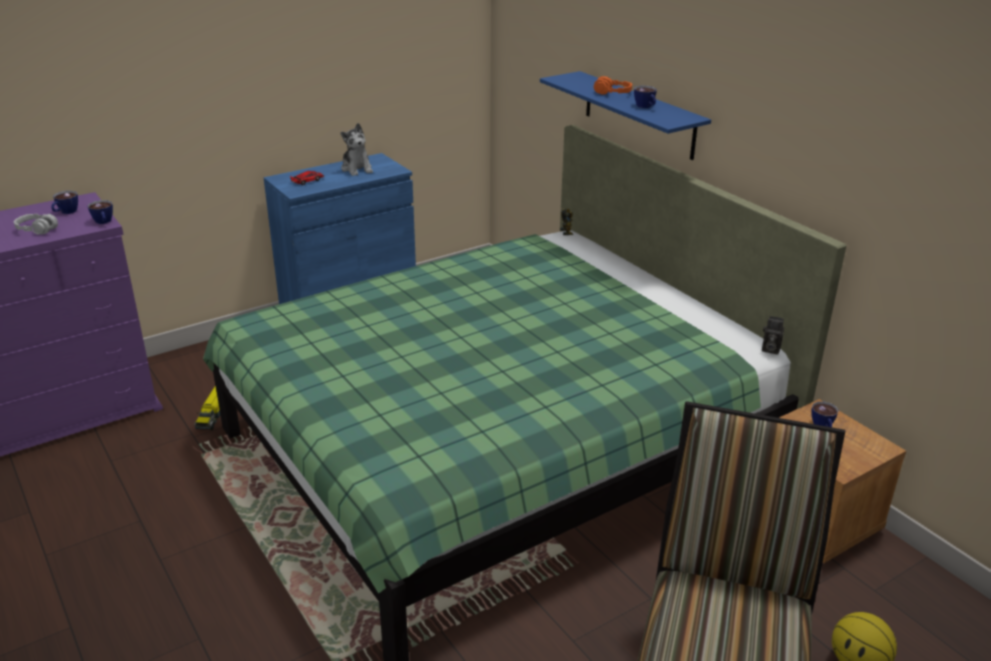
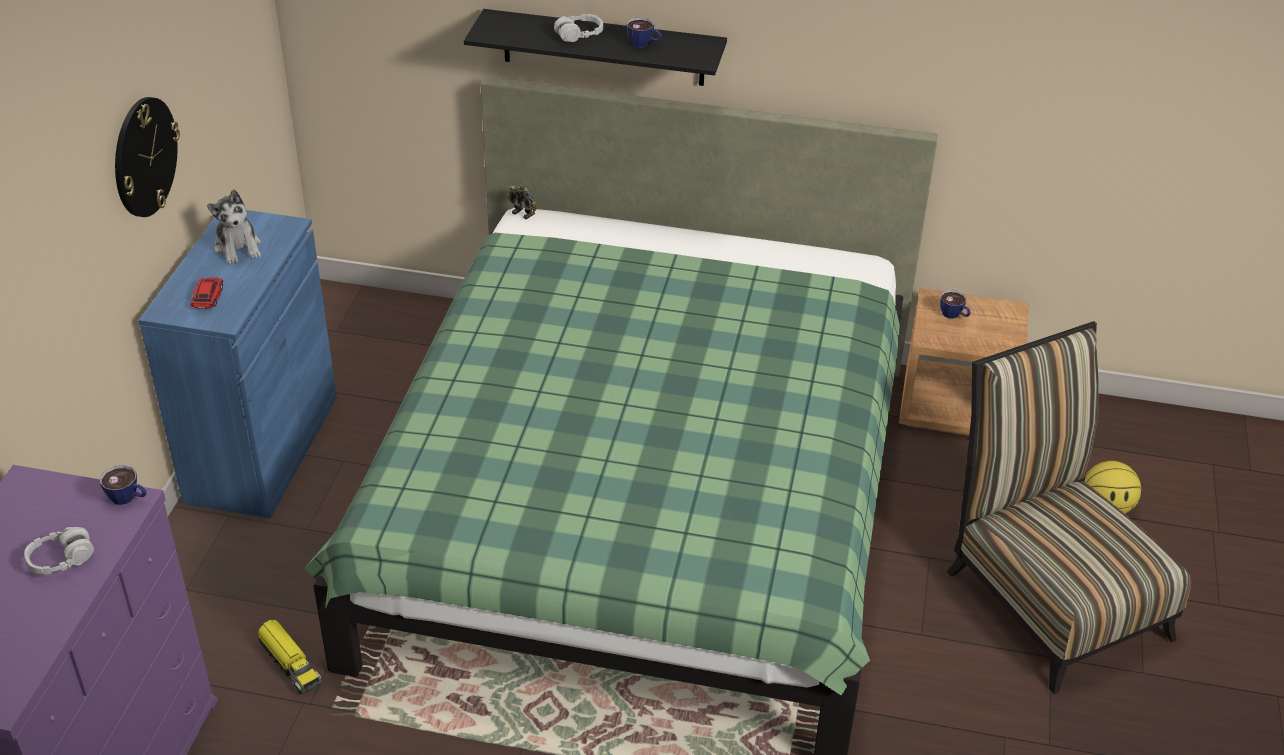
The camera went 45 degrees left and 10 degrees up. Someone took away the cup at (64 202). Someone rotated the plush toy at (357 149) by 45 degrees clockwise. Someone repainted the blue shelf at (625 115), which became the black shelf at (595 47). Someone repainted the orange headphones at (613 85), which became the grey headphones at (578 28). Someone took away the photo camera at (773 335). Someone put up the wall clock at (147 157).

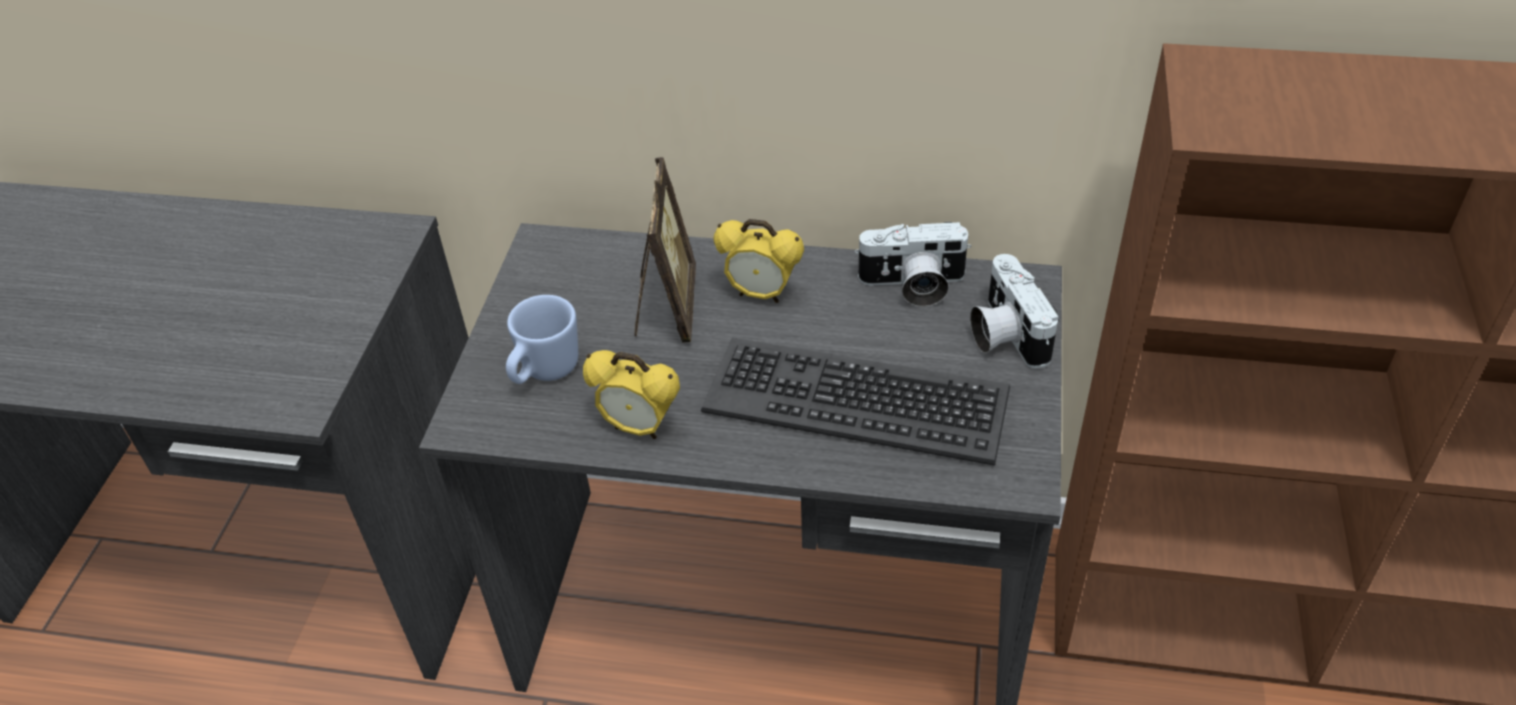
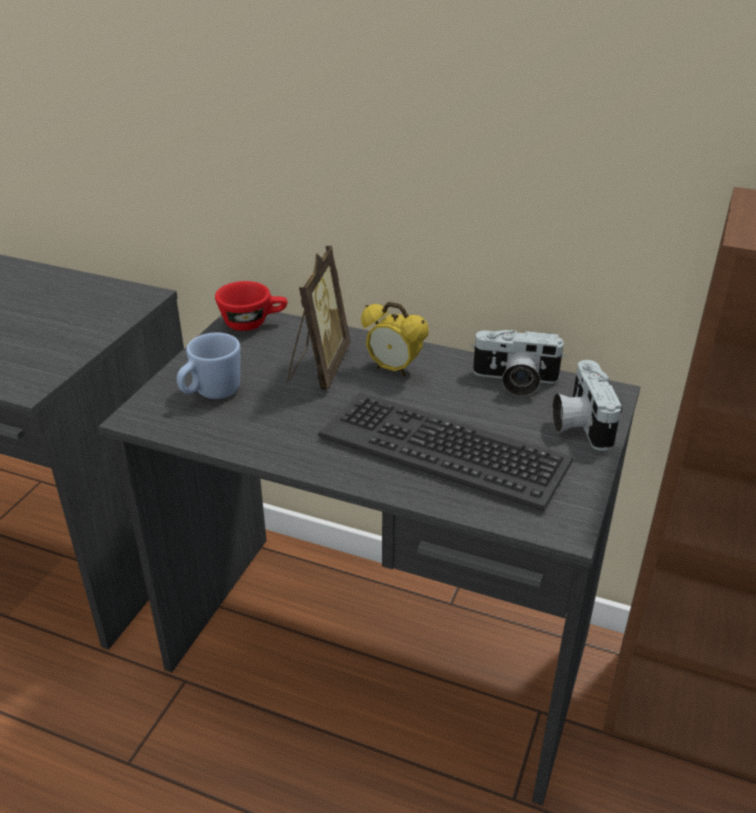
The camera went 10 degrees right and 10 degrees down. Someone took away the alarm clock at (631 394). Someone put down the red cup at (251 306).

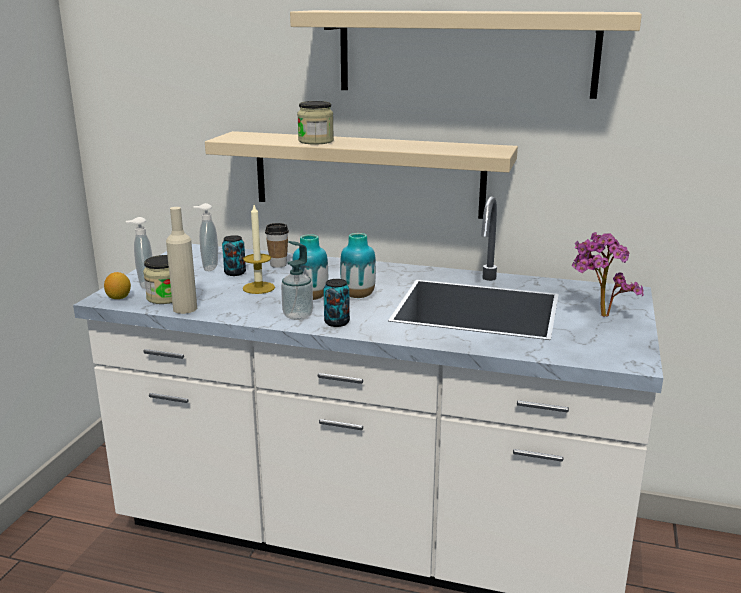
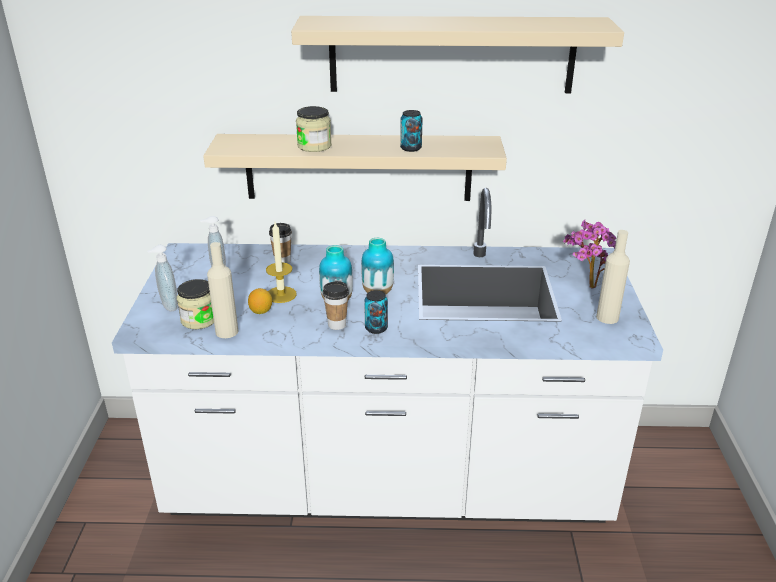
The camera went 15 degrees left and 10 degrees up. Someone carried the lemon from (117 285) to (260 301). Someone carried the can from (234 255) to (411 131). Someone swapped the soap dispenser at (297 280) for the cup at (336 305). Someone put down the beige bottle at (613 277).

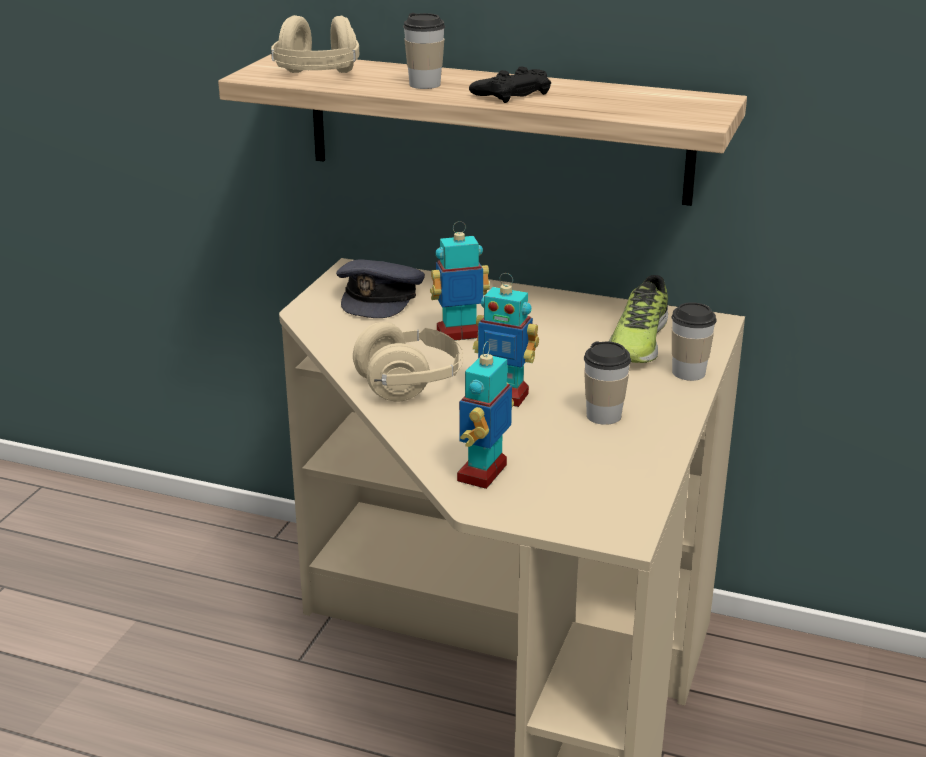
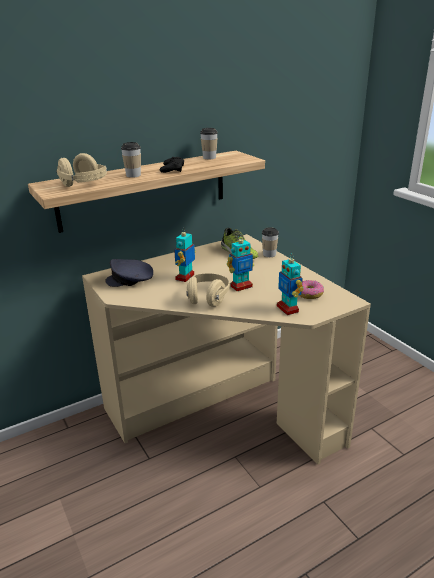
The camera went 50 degrees left and 0 degrees up. Someone rotated the grey cap at (380 288) by 120 degrees clockwise. Someone carried the cup from (607 383) to (209 143). Someone put down the donut at (311 289).

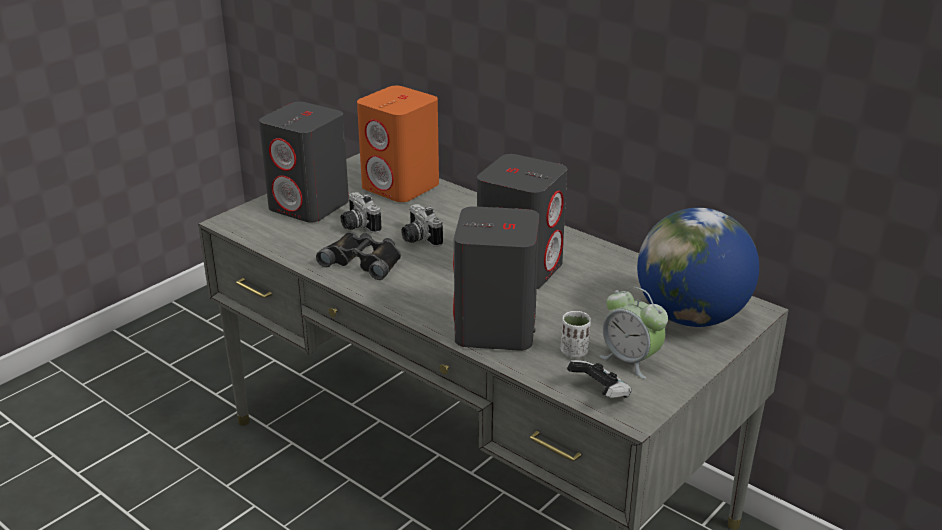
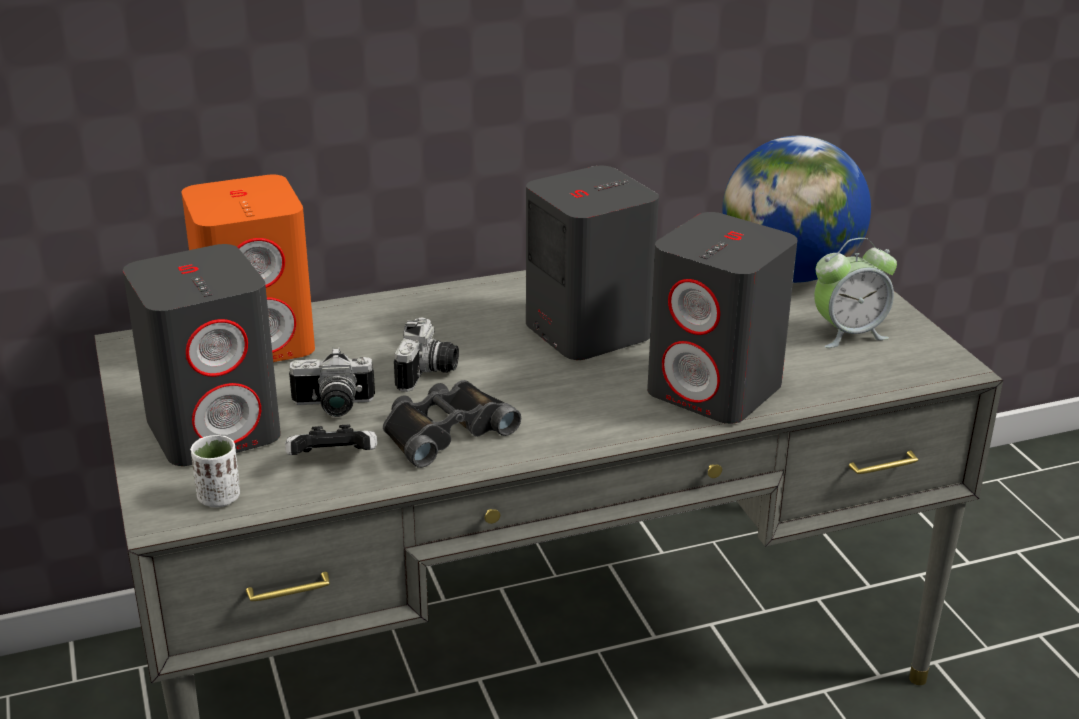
The camera went 60 degrees left and 0 degrees up. Someone rotated the photo camera at (422 225) by 75 degrees counterclockwise. Someone carried the white cup from (576 334) to (215 471). Someone carried the game controller from (599 379) to (331 440).

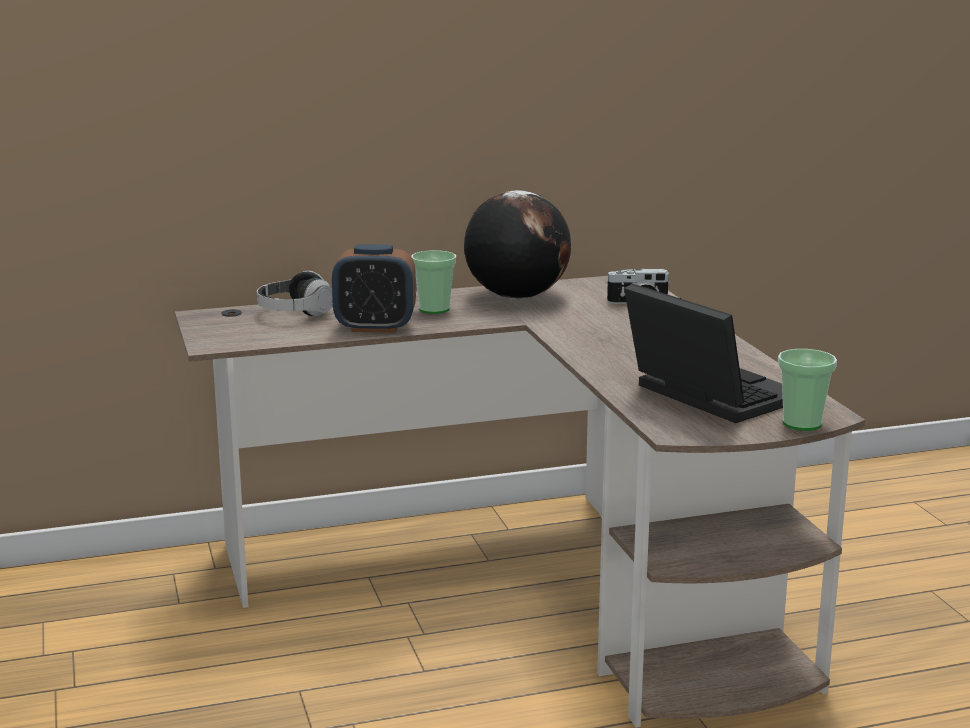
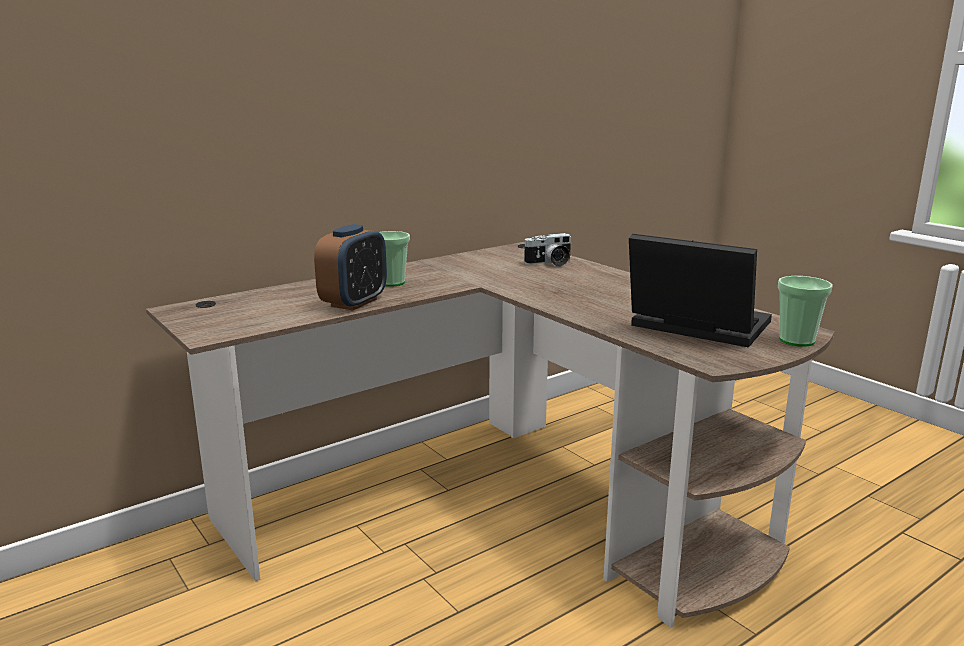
The camera went 20 degrees left and 0 degrees up. Someone took away the headphones at (295 293). Someone rotated the alarm clock at (374 288) by 45 degrees counterclockwise. Someone took away the globe at (517 244).

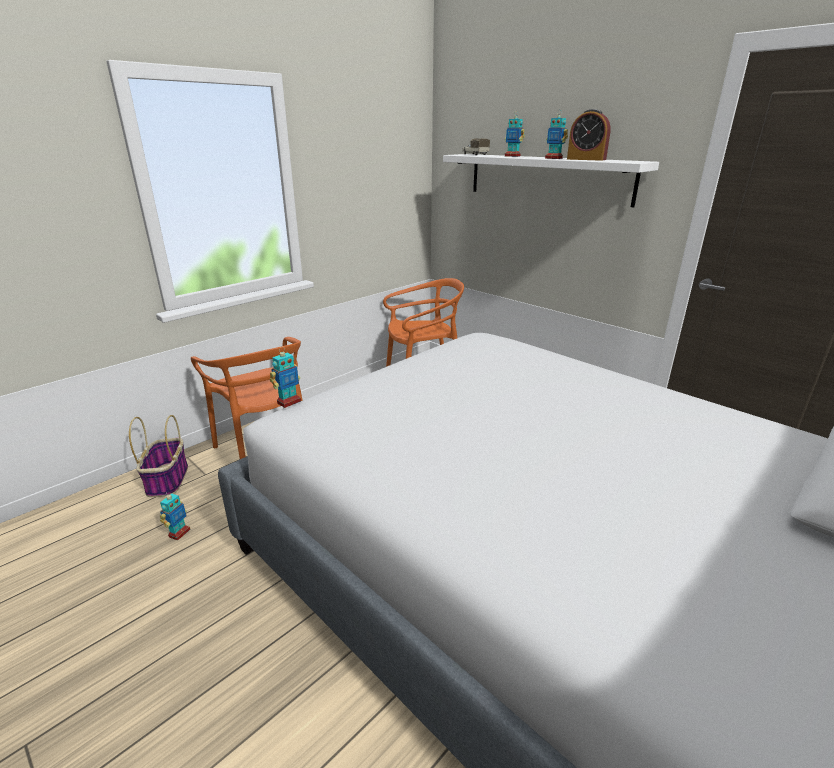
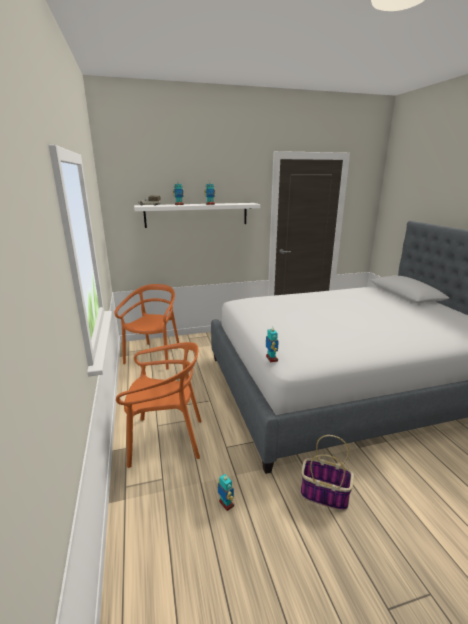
The camera went 60 degrees left and 5 degrees down. Someone carried the basket from (158 456) to (327 473). Someone took away the alarm clock at (589 135).

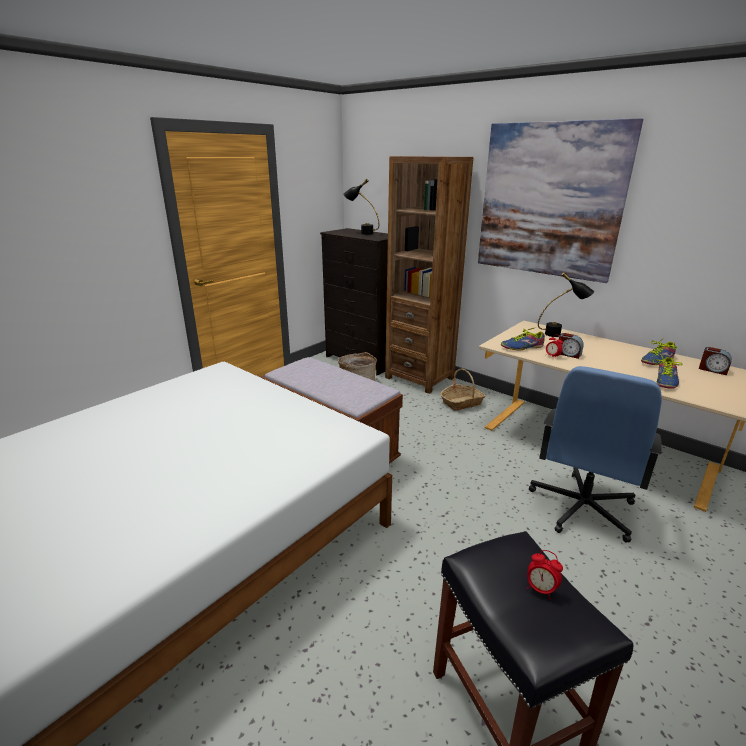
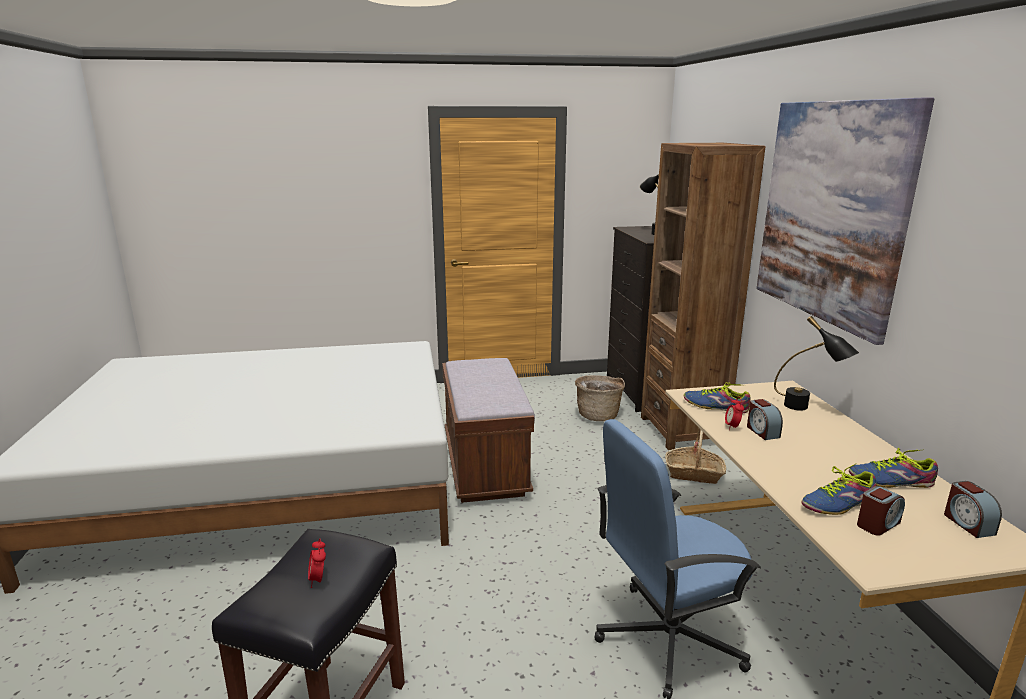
The camera went 40 degrees right and 5 degrees down. Someone put down the alarm clock at (881 511).

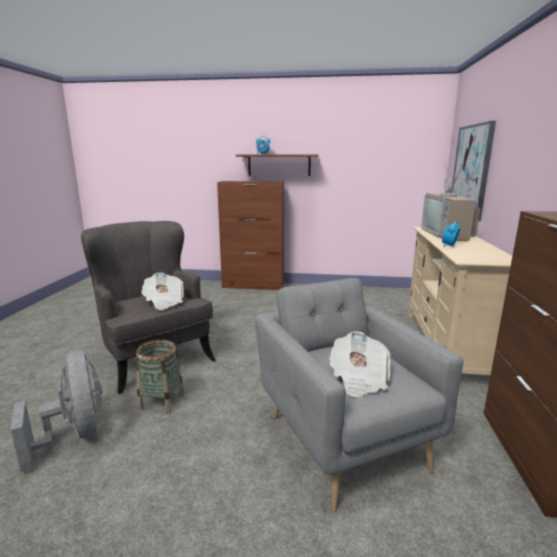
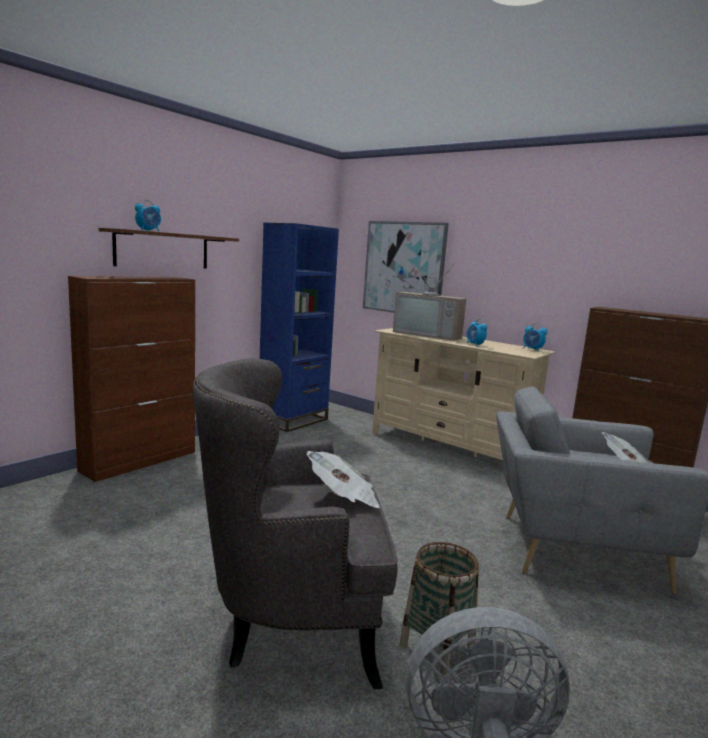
The camera went 60 degrees left and 5 degrees down. Someone put down the blue bookcase at (299 327). Someone put down the alarm clock at (535 337).

